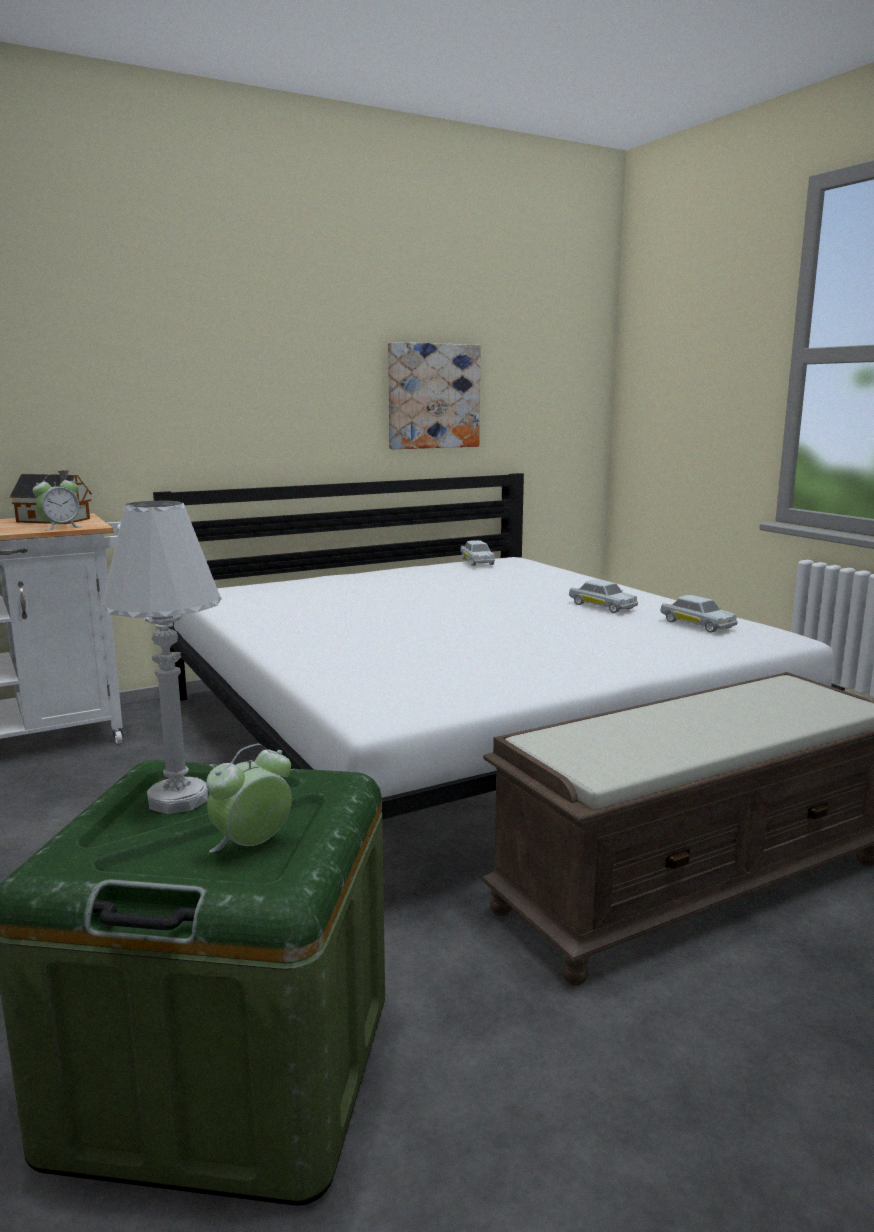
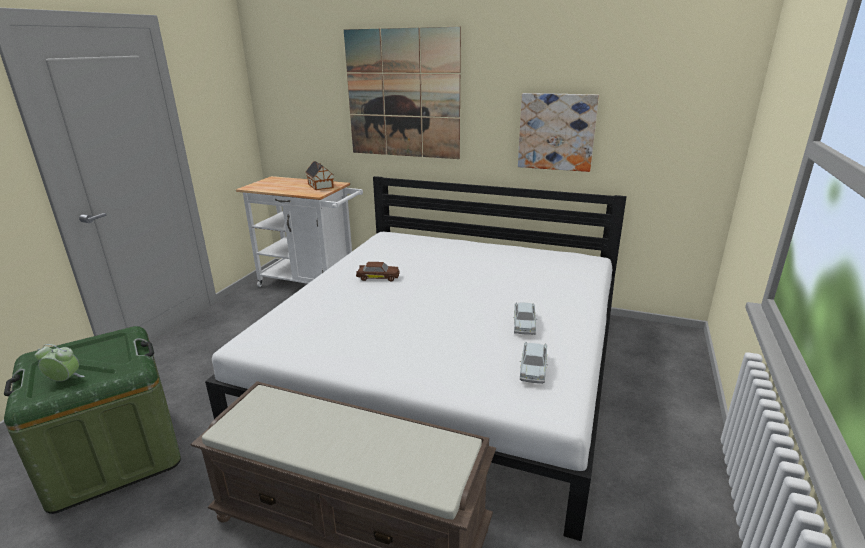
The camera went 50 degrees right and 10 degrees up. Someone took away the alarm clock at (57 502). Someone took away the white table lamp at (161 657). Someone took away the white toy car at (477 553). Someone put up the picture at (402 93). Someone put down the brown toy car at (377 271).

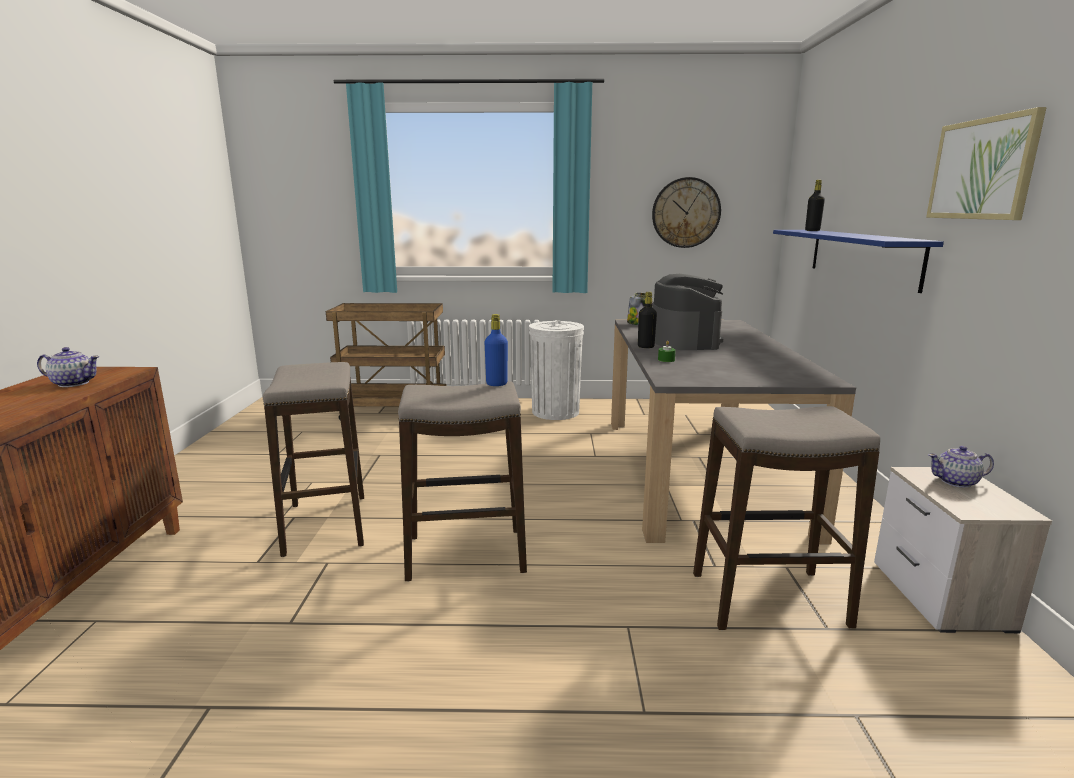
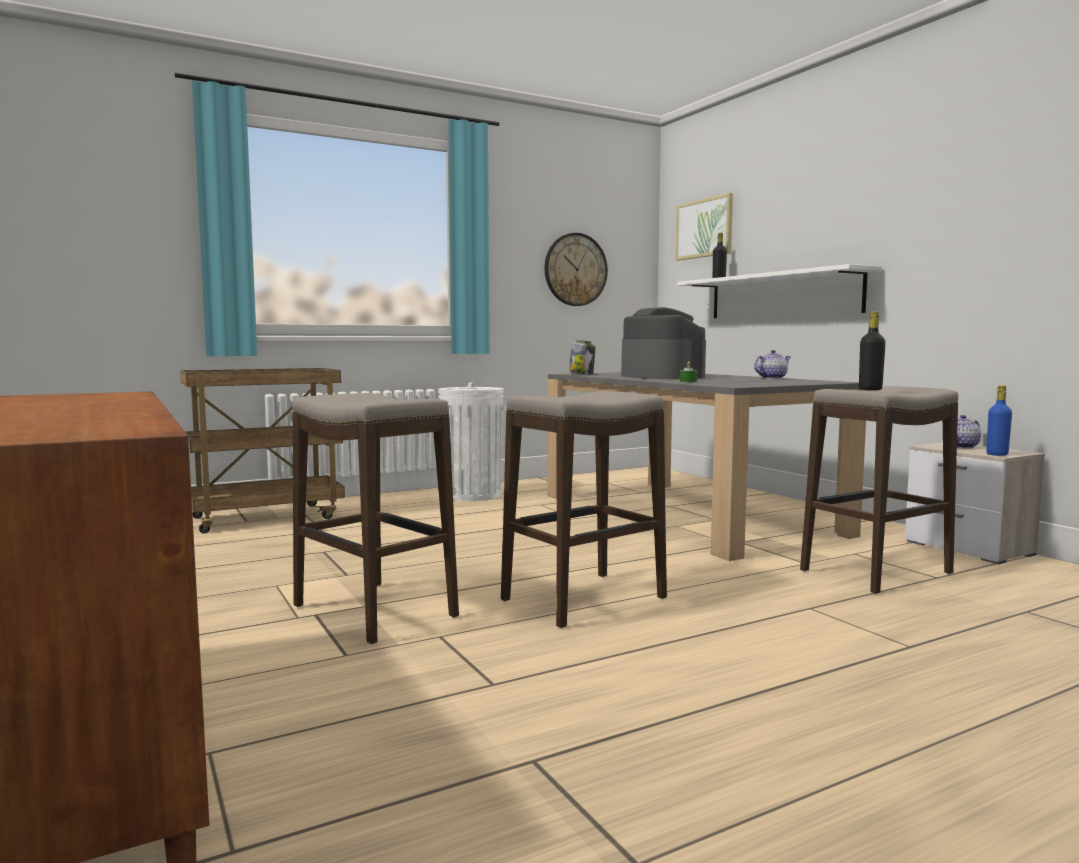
The camera went 30 degrees left and 10 degrees down. Someone carried the teapot from (68 367) to (772 364). Someone carried the blue bottle from (496 350) to (999 420). Someone carried the black bottle from (647 320) to (872 351). Someone repainted the blue shelf at (858 261), which became the white shelf at (779 291). Someone carried the picture from (986 163) to (704 227).

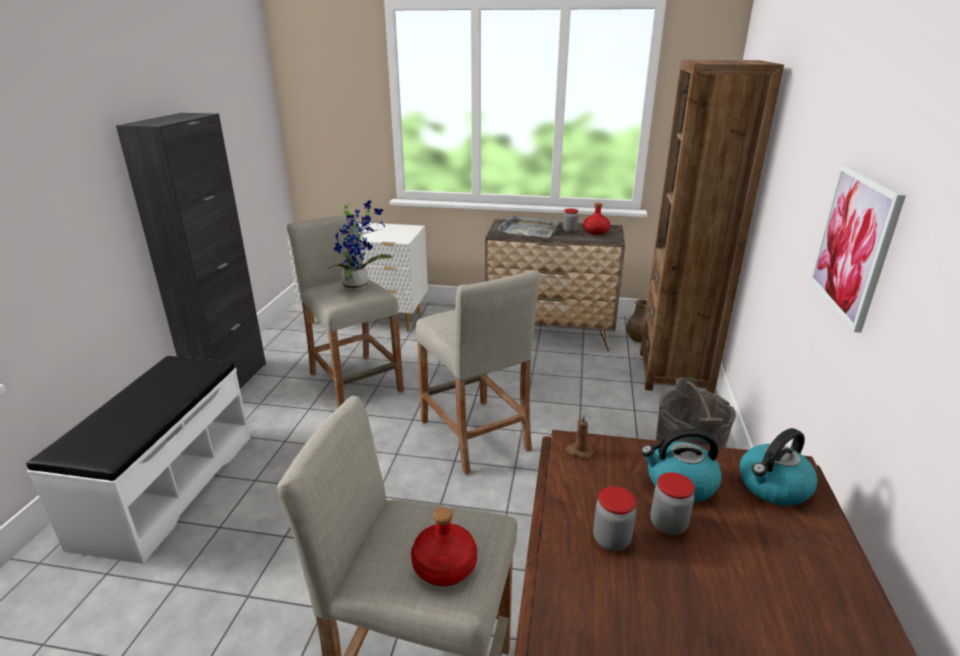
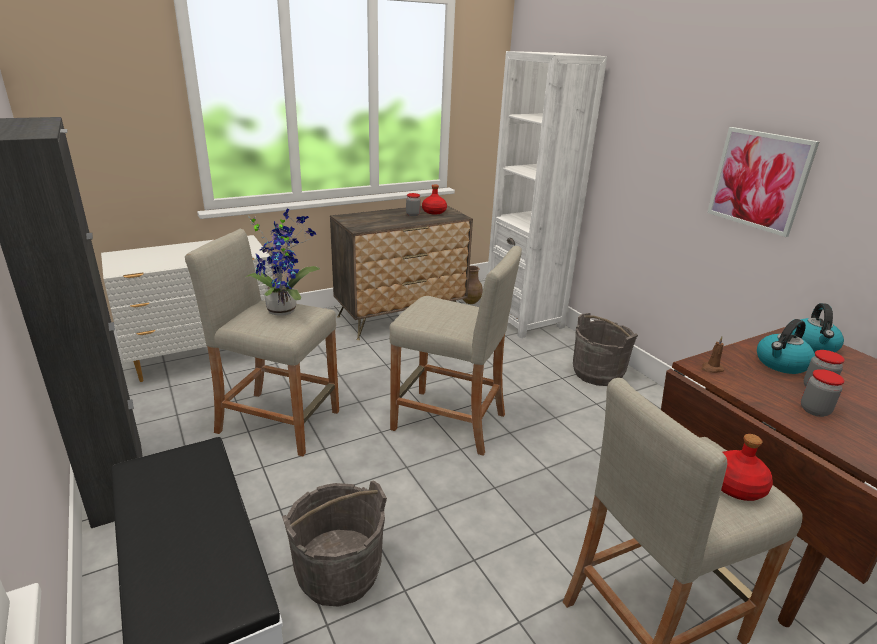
The camera went 40 degrees left and 0 degrees up. Someone took away the grey tray at (528 227). Someone repainted the brown bookcase at (712 227), which became the white bookcase at (547 194). Someone put down the grey bucket at (334 544).

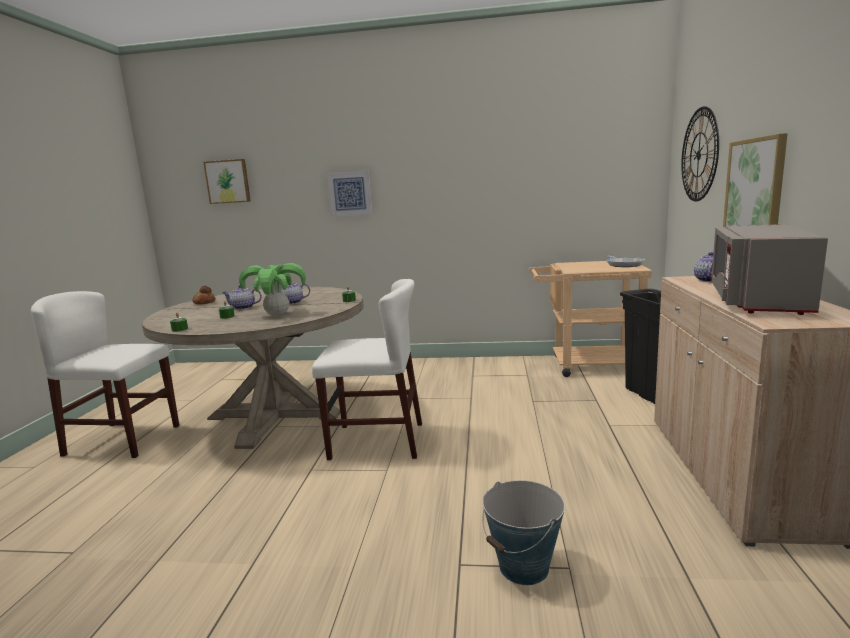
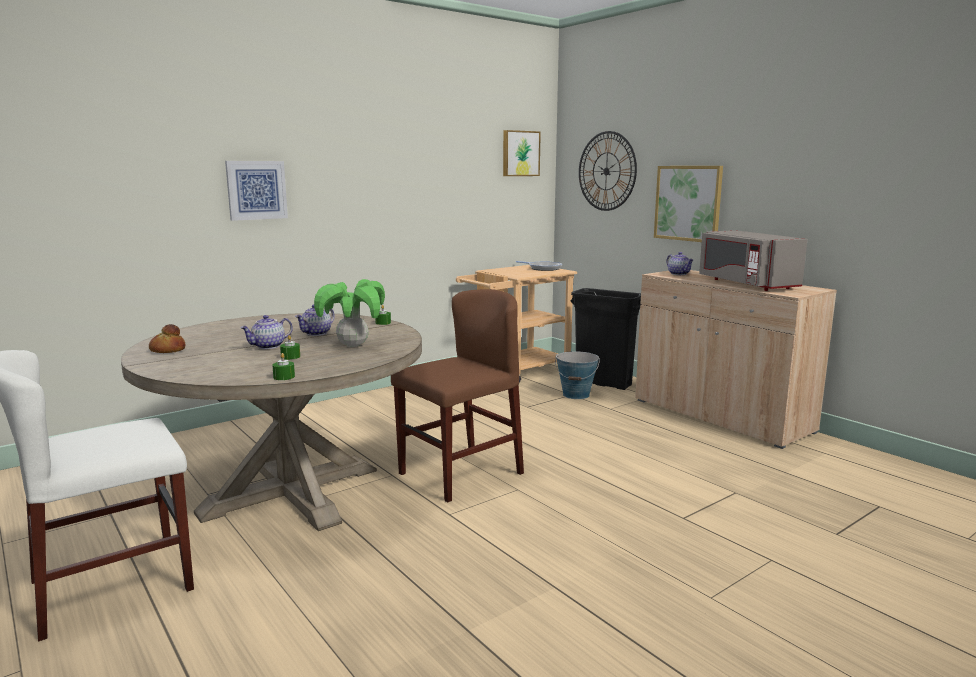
The camera went 45 degrees left and 0 degrees up. Someone carried the picture from (227 181) to (522 153). Someone repainted the white chair at (367 369), which became the brown chair at (457 395). Someone carried the bucket from (523 532) to (577 375).

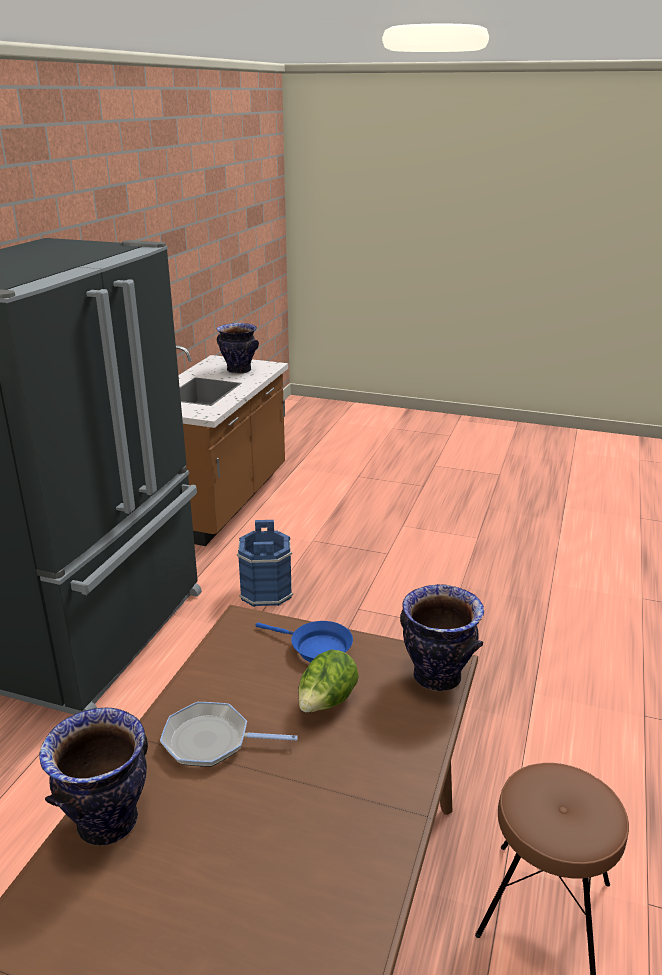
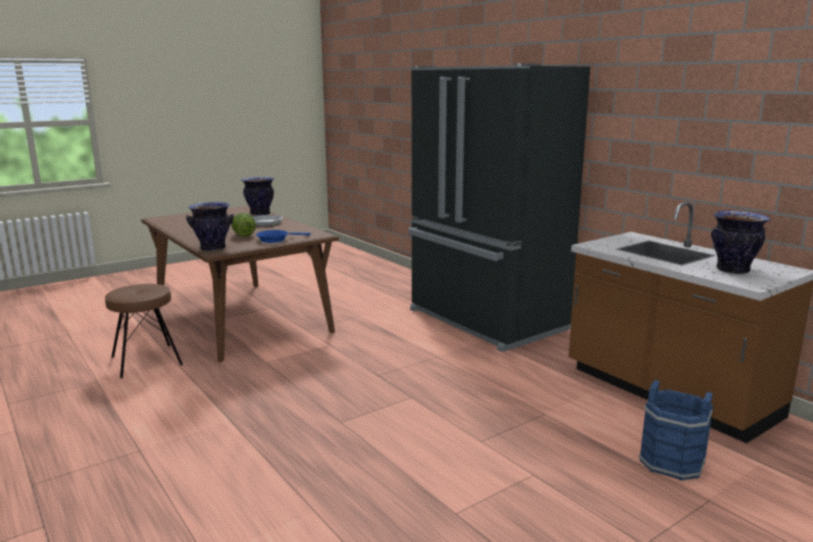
The camera went 125 degrees right and 10 degrees down. Someone carried the blue bucket from (265 563) to (676 430).

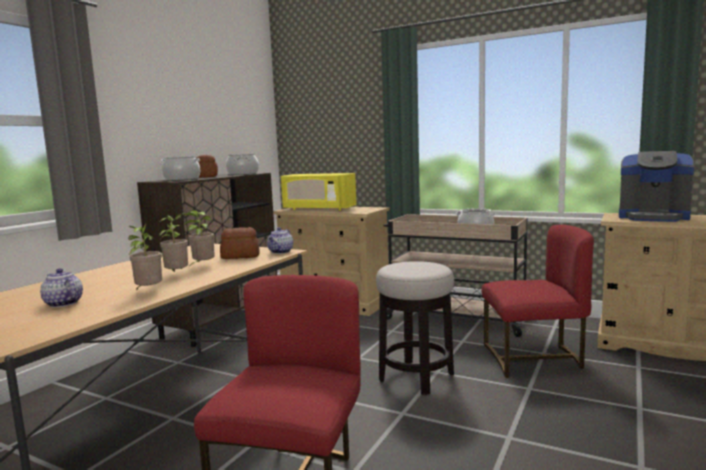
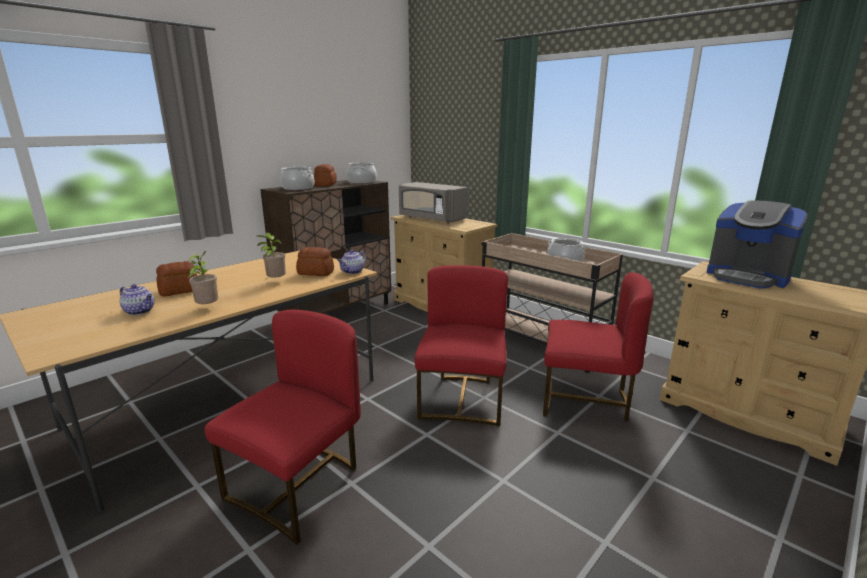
The camera went 15 degrees right and 10 degrees up. Someone rotated the teapot at (61 288) by 150 degrees clockwise. Someone took away the potted plant at (173 243). Someone repainted the yellow microwave at (319 192), which became the grey microwave at (433 203). Someone swapped the stool at (415 328) for the red chair at (461 345). Someone put down the bread at (176 279).

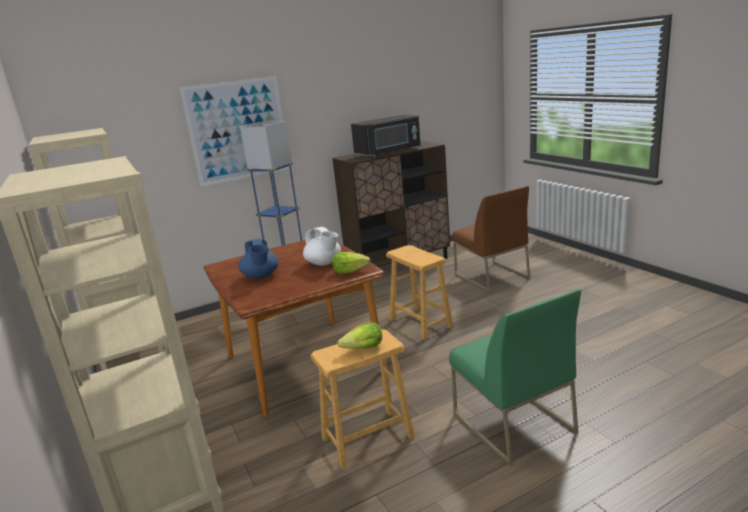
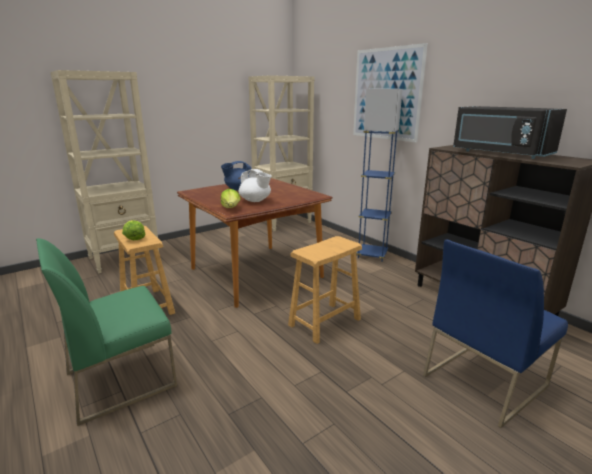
The camera went 80 degrees right and 0 degrees up. Someone rotated the white teapot at (322 246) by 90 degrees counterclockwise. Someone repainted the brown chair at (491 239), which became the blue chair at (495 334).

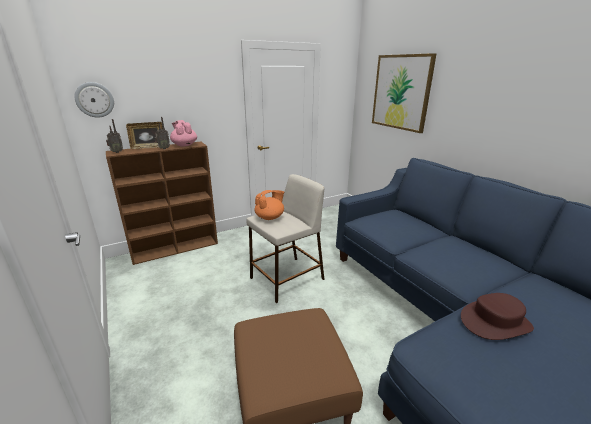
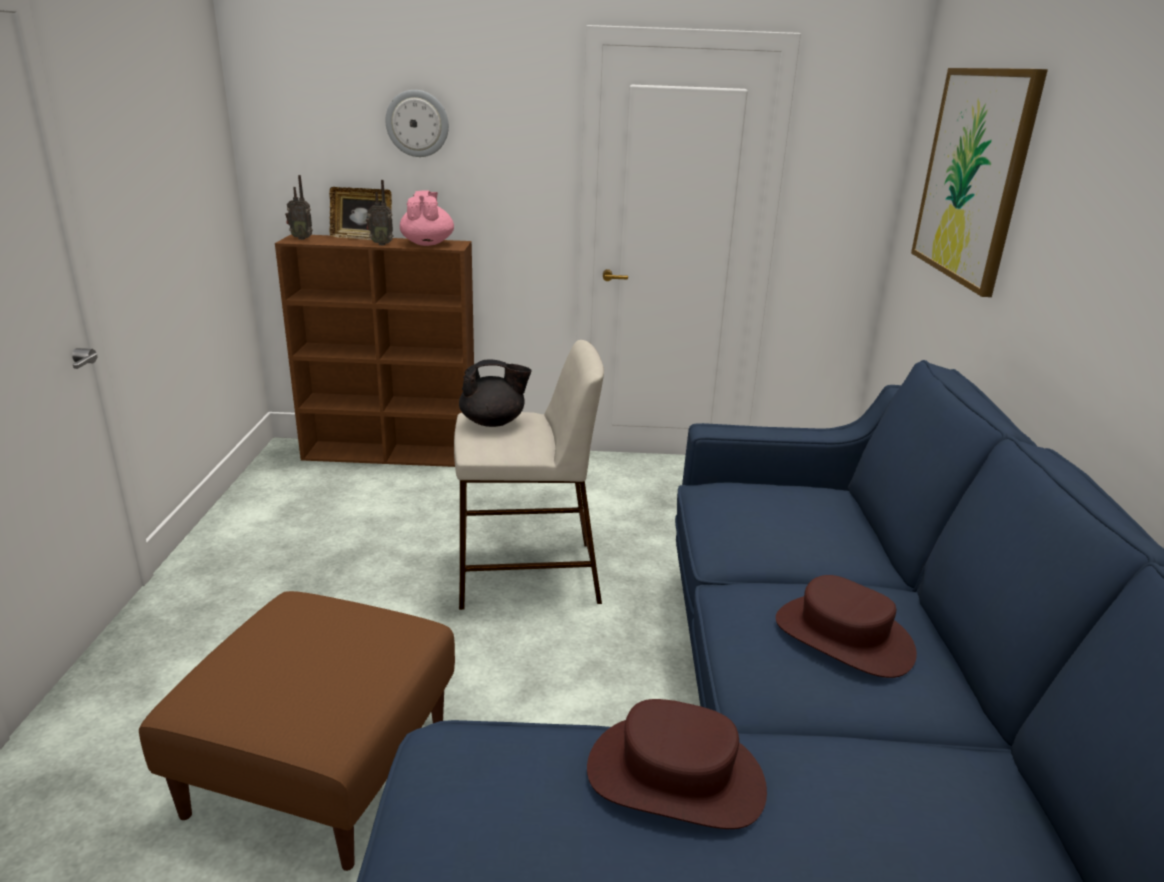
The camera went 30 degrees right and 0 degrees up. Someone carried the wall clock from (94 100) to (417 123). Someone repainted the orange teapot at (269 205), which became the black teapot at (495 393). Someone put down the brown hat at (846 626).

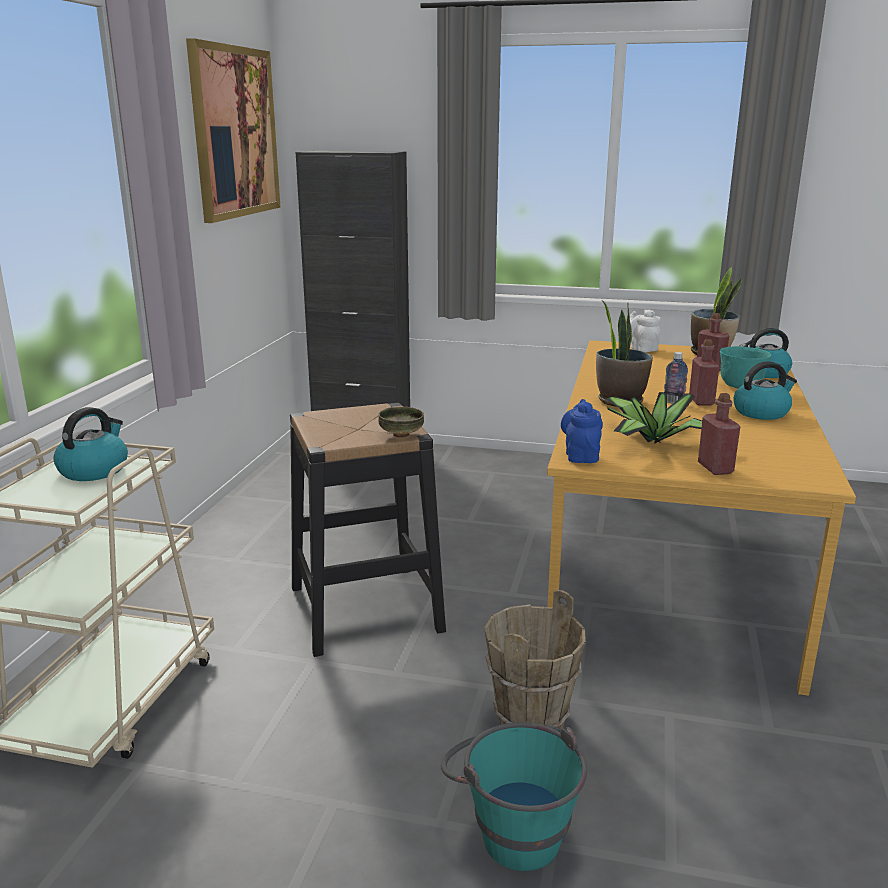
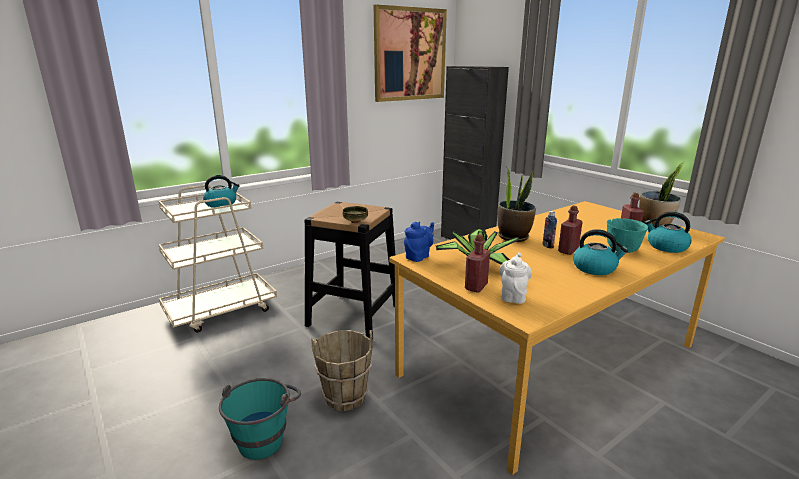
The camera went 40 degrees right and 0 degrees up. Someone carried the white teapot from (645 330) to (515 278).

